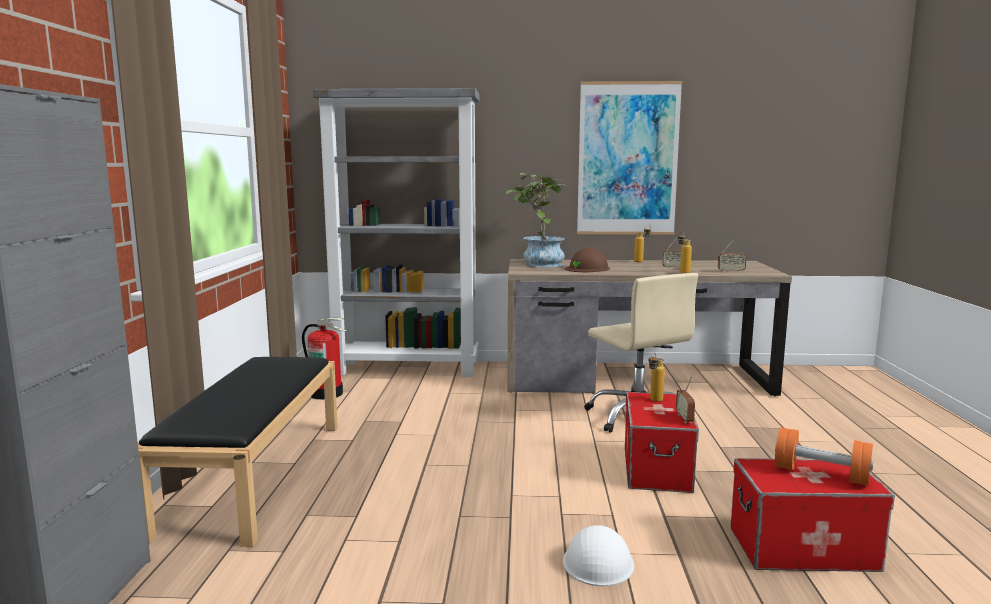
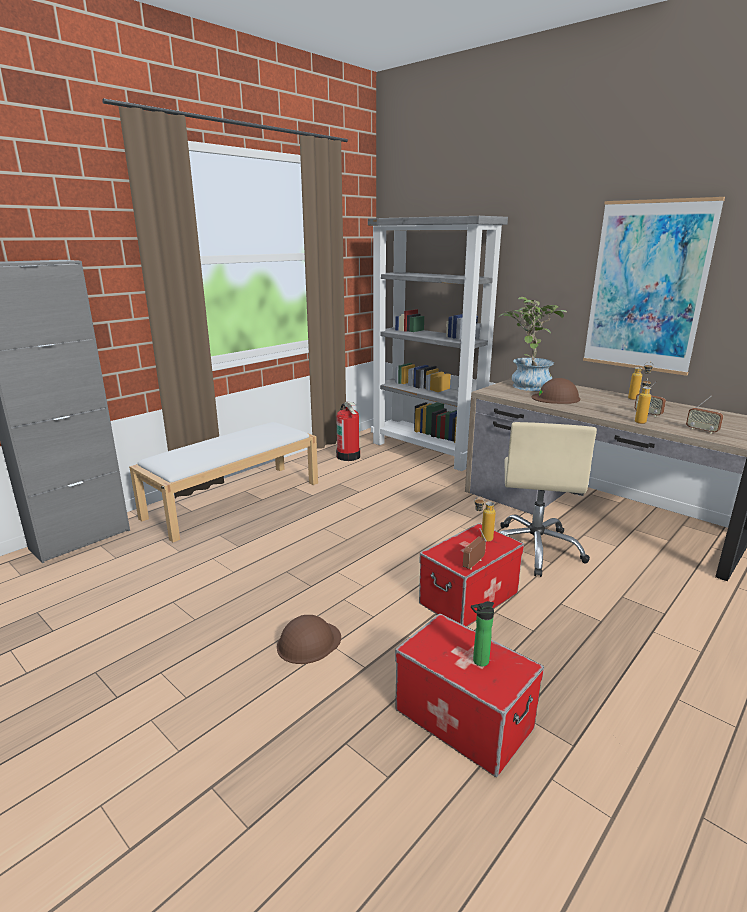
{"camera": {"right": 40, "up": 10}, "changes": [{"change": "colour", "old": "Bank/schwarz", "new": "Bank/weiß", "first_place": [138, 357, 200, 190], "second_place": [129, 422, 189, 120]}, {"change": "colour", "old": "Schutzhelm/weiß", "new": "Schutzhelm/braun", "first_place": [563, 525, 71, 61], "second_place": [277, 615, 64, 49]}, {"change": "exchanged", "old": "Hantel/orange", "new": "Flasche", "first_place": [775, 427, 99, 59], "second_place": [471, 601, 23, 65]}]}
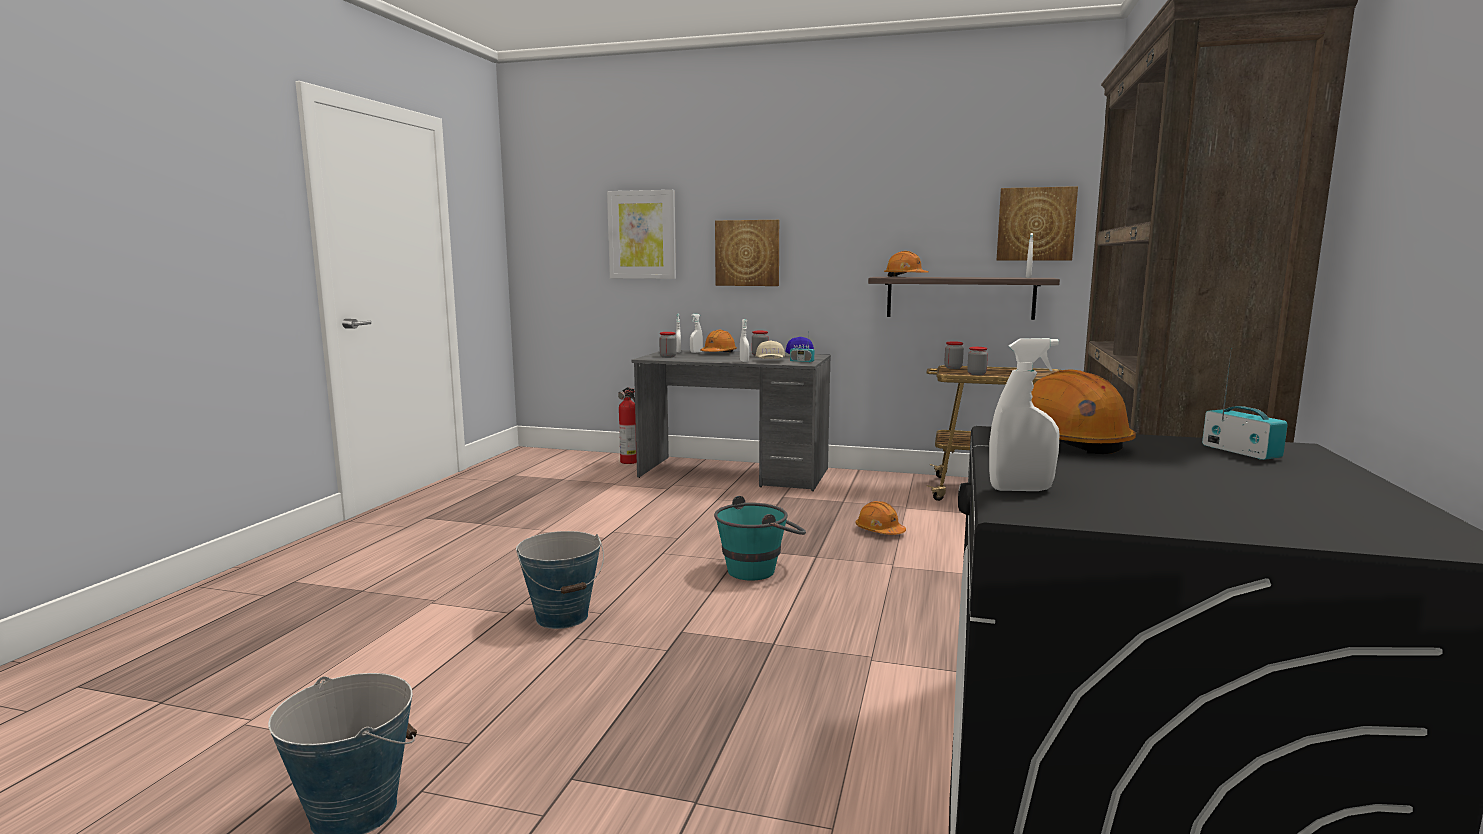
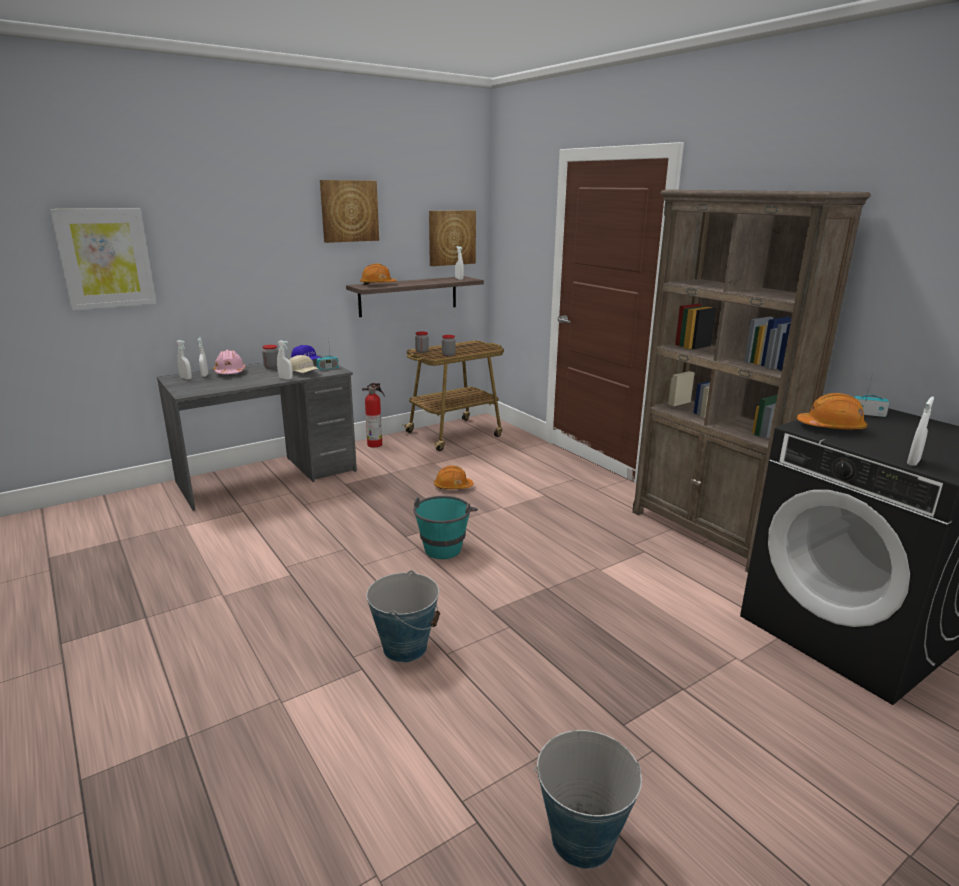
{"camera": {"right": -50, "up": 10}, "changes": [{"change": "relocated", "old": "Feuerlöscher", "first_place": [618, 387, 19, 77], "second_place": [362, 383, 23, 65]}, {"change": "missing", "old": "Vorratsglas", "first_place": [659, 332, 18, 26]}, {"change": "colour", "old": "Schutzhelm/orange", "new": "Schutzhelm/rosa", "first_place": [700, 330, 37, 23], "second_place": [213, 350, 32, 24]}, {"change": "relocated", "old": "Bild", "first_place": [715, 220, 64, 66], "second_place": [320, 180, 59, 63]}]}
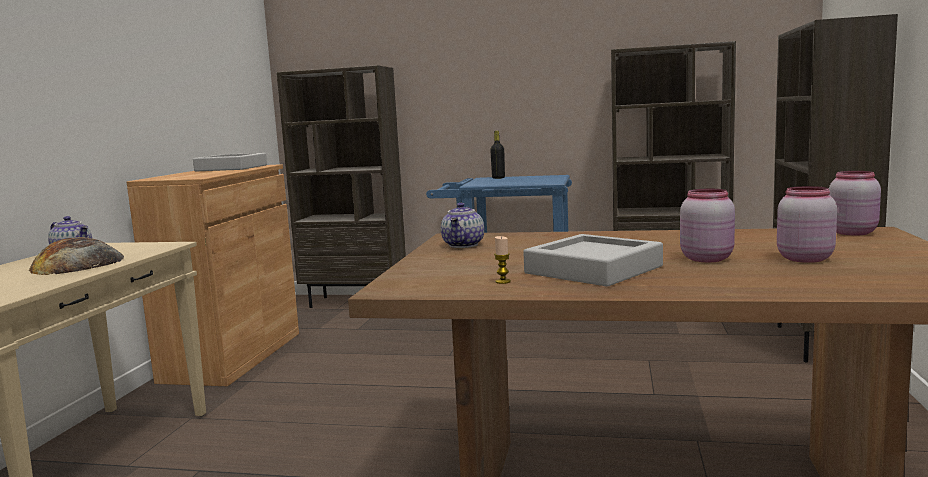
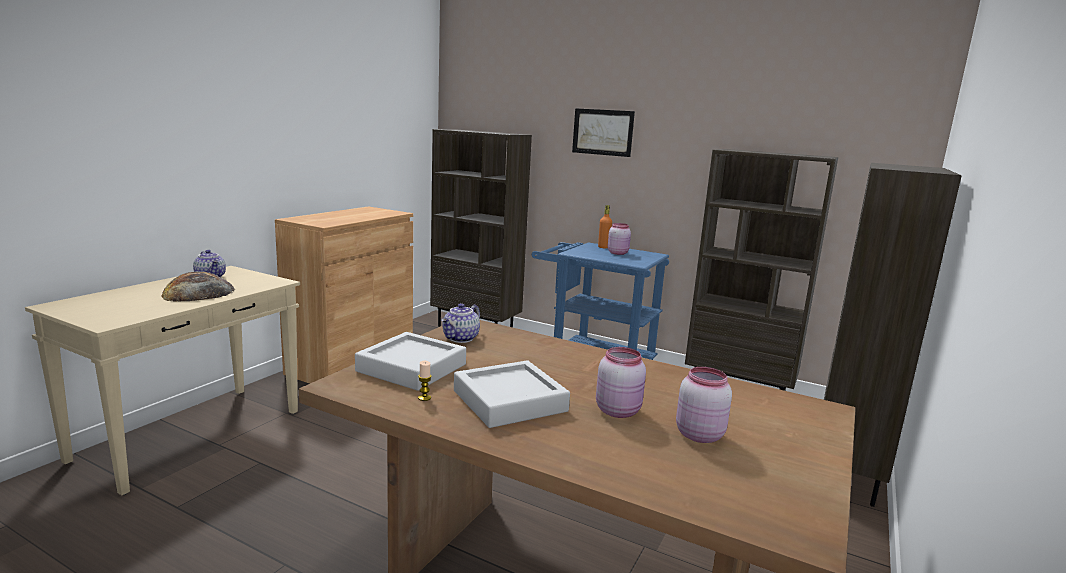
{"camera": {"right": 15, "up": 5}, "changes": [{"change": "relocated", "old": "Tablett/grau", "first_place": [193, 153, 74, 18], "second_place": [355, 332, 111, 59]}, {"change": "colour", "old": "Flasche/schwarz", "new": "Flasche/orange", "first_place": [490, 131, 15, 48], "second_place": [598, 205, 14, 43]}, {"change": "relocated", "old": "Vorratsglas/rosa", "first_place": [829, 171, 52, 64], "second_place": [608, 223, 23, 32]}, {"change": "appeared", "new": "Bild", "second_place": [572, 108, 63, 49]}]}
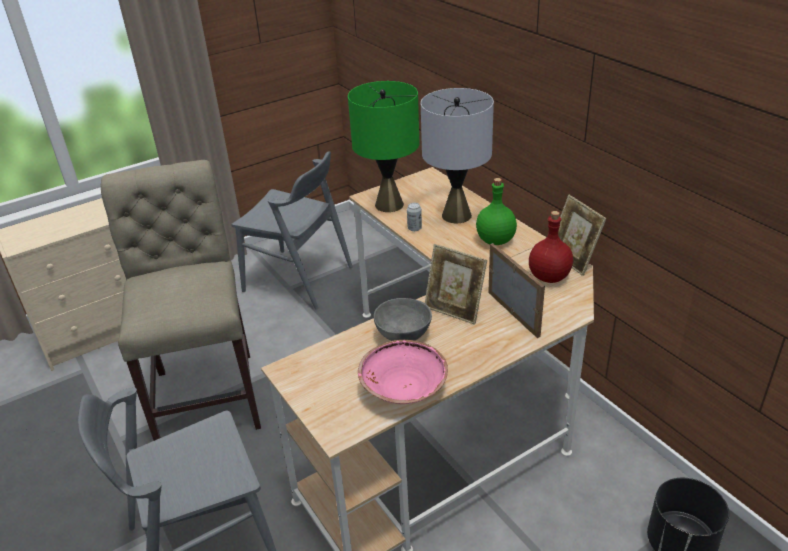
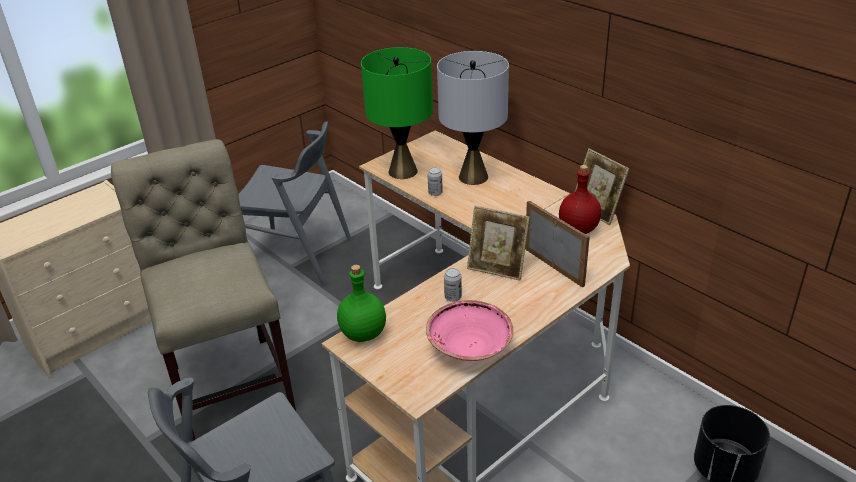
{"camera": {"right": -10, "up": 0}, "changes": [{"change": "exchanged", "old": "Schüssel/grau", "new": "Dose", "first_place": [374, 298, 58, 43], "second_place": [444, 268, 18, 34]}, {"change": "relocated", "old": "Flasche/grün", "first_place": [476, 178, 41, 67], "second_place": [337, 265, 49, 77]}]}
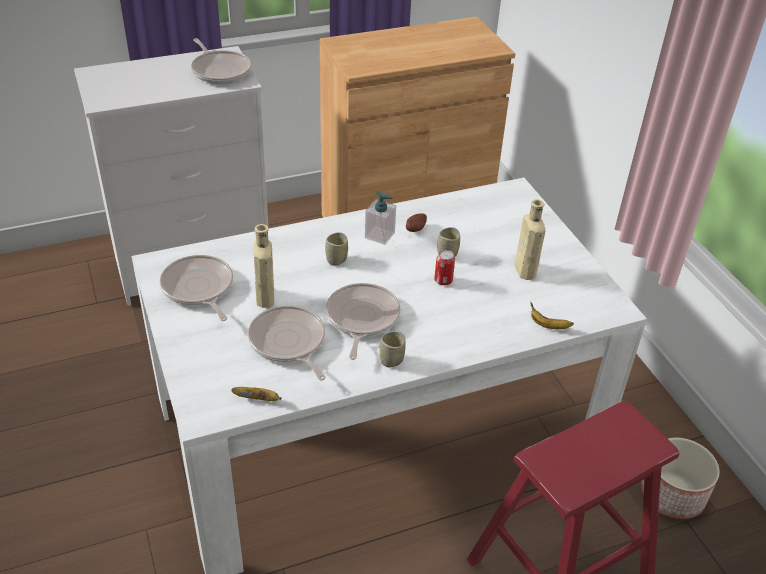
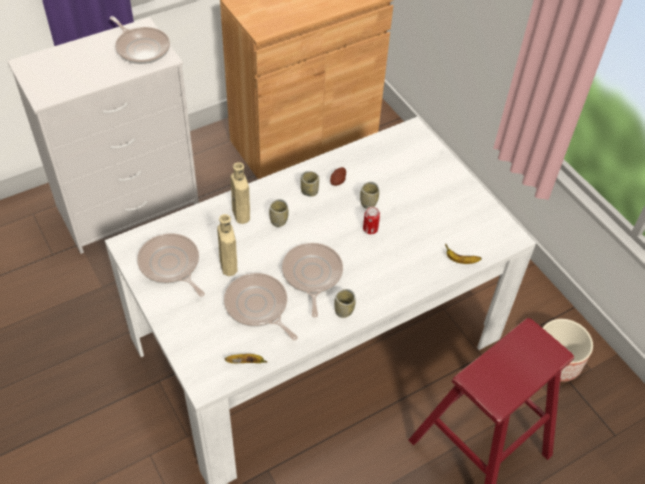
{"camera": {"right": -10, "up": 10}, "changes": [{"change": "exchanged", "old": "Seifenspender", "new": "Tasse", "first_place": [365, 192, 31, 53], "second_place": [301, 171, 18, 25]}, {"change": "relocated", "old": "Flasche/beige", "first_place": [515, 199, 30, 81], "second_place": [230, 162, 20, 62]}]}
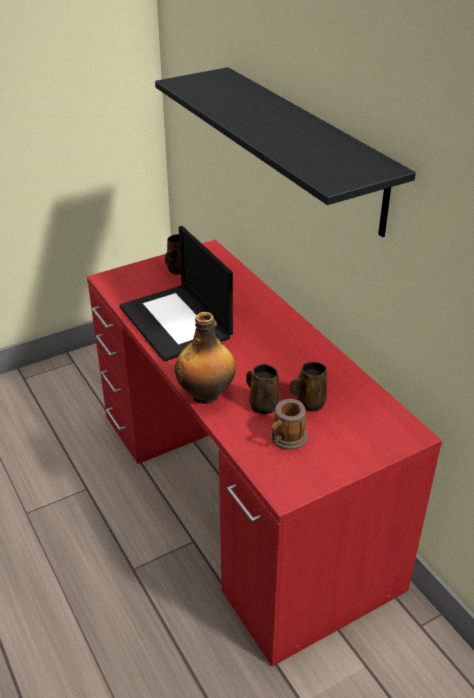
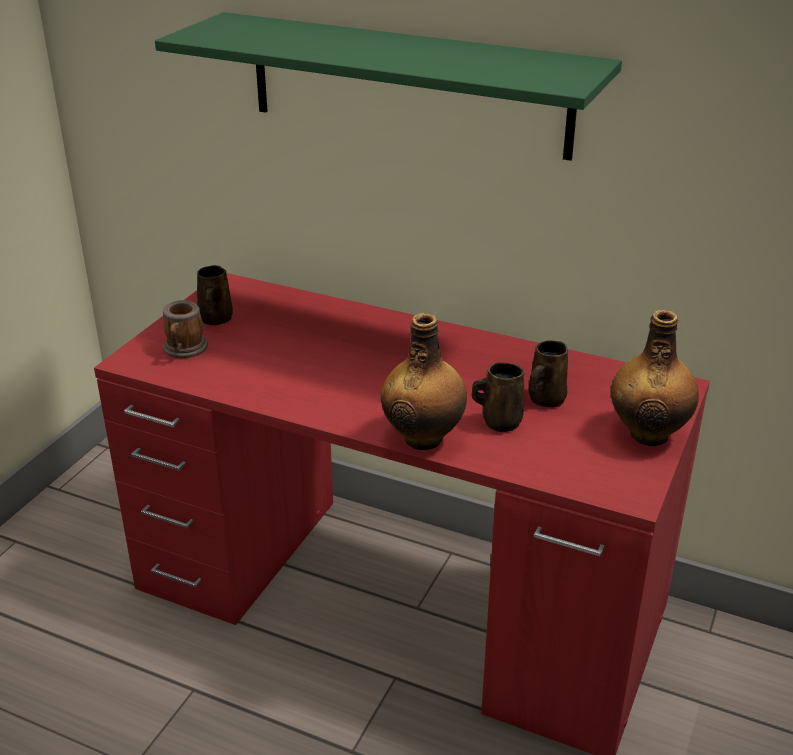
{"camera": {"right": -35, "up": -5}, "changes": [{"change": "missing", "old": "Laptop", "first_place": [120, 226, 113, 136]}, {"change": "colour", "old": "Wandregal/schwarz", "new": "Wandregal/grün", "first_place": [155, 67, 261, 170], "second_place": [155, 12, 467, 149]}, {"change": "relocated", "old": "Henkelbecher", "first_place": [270, 399, 38, 51], "second_place": [163, 300, 45, 58]}, {"change": "appeared", "new": "Flasche", "second_place": [611, 310, 88, 136]}]}
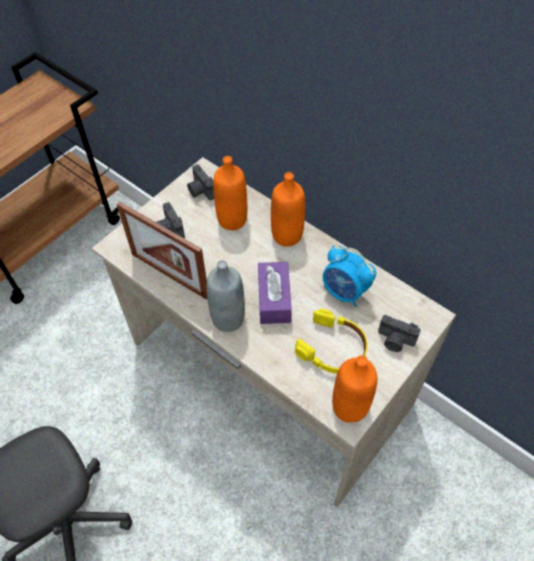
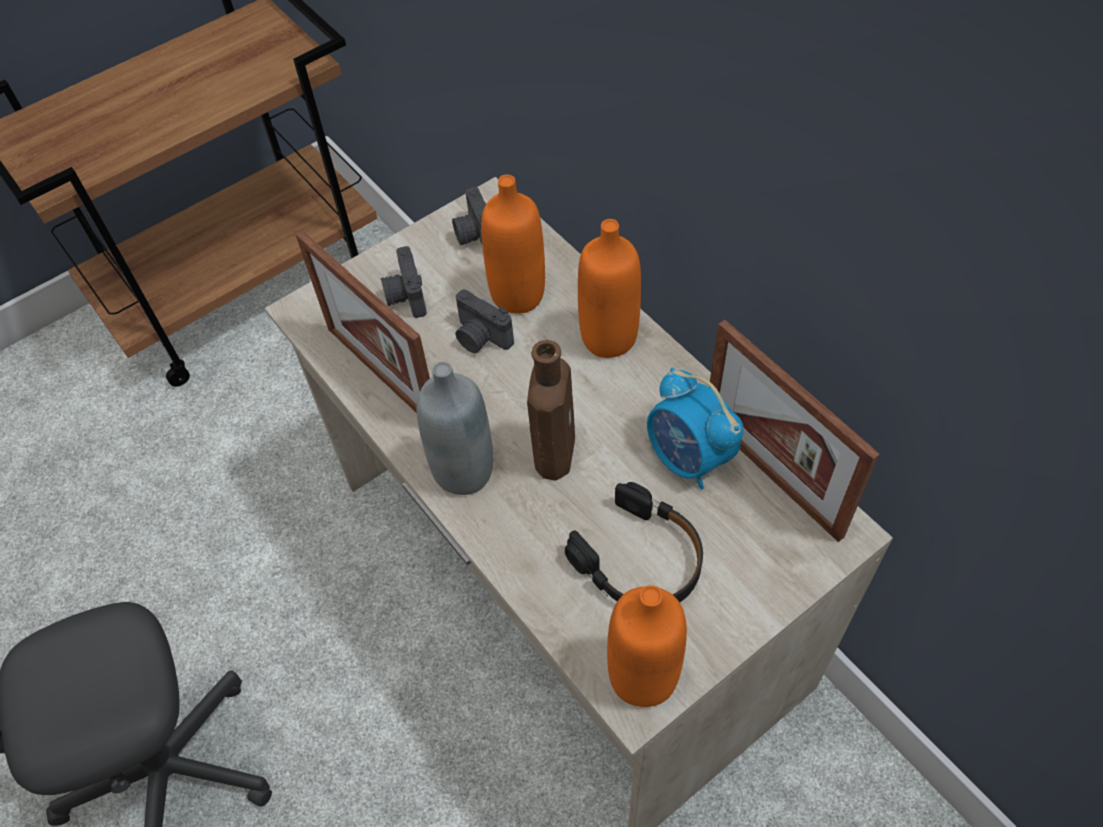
{"camera": {"right": 15, "up": 0}, "changes": [{"change": "exchanged", "old": "Taschentuchbox/lila", "new": "Flasche/braun", "first_place": [258, 262, 34, 62], "second_place": [527, 340, 48, 140]}, {"change": "colour", "old": "Kopfhörer/gelb", "new": "Kopfhörer/schwarz", "first_place": [295, 309, 73, 65], "second_place": [565, 482, 138, 120]}, {"change": "relocated", "old": "Kamera", "first_place": [378, 315, 43, 37], "second_place": [456, 289, 58, 64]}, {"change": "appeared", "new": "Bilderrahmen", "second_place": [710, 320, 170, 222]}]}
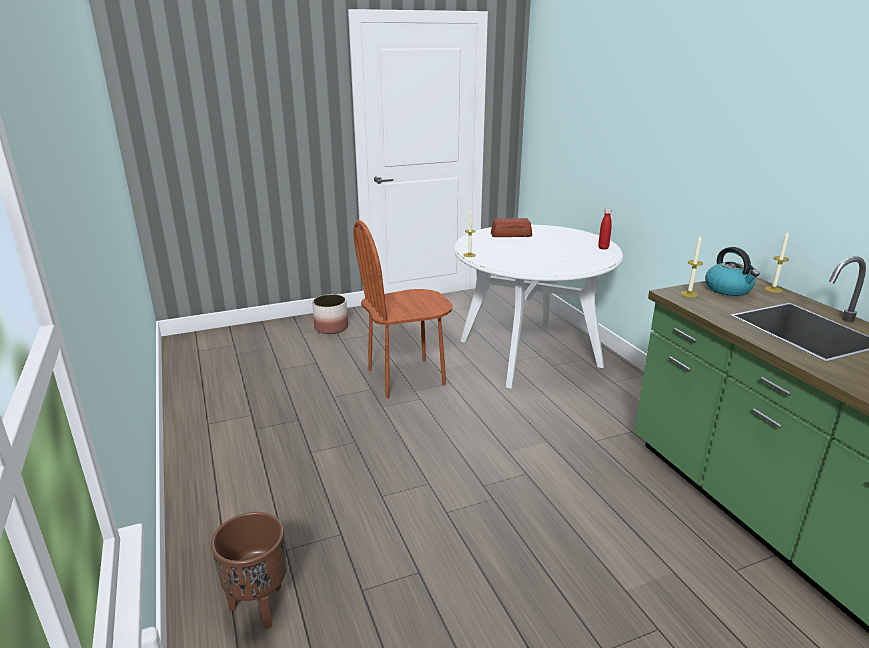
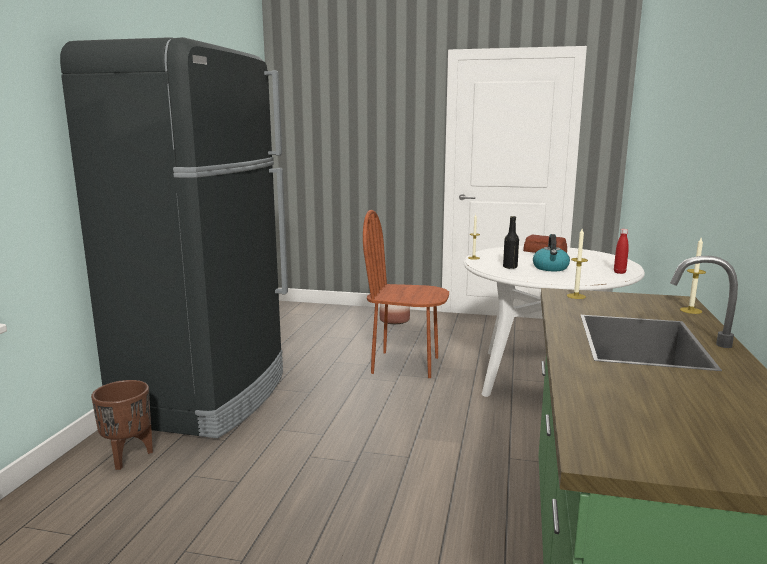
{"camera": {"right": 35, "up": -10}, "changes": [{"change": "relocated", "old": "Wasserkessel", "first_place": [705, 247, 54, 49], "second_place": [533, 234, 37, 37]}, {"change": "appeared", "new": "Kühlschrank/schwarz", "second_place": [60, 37, 228, 402]}, {"change": "appeared", "new": "Flasche/schwarz", "second_place": [503, 216, 16, 53]}]}
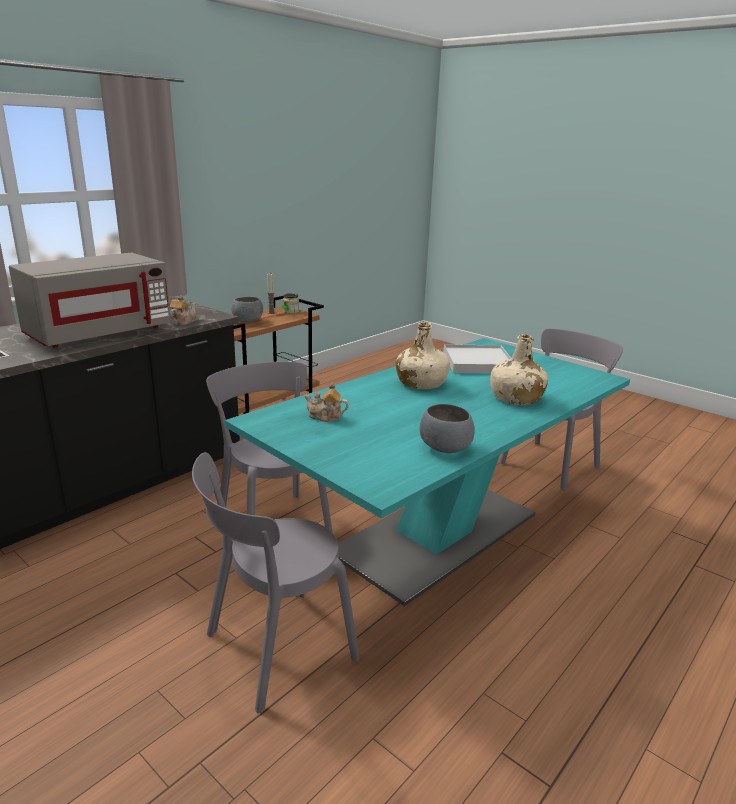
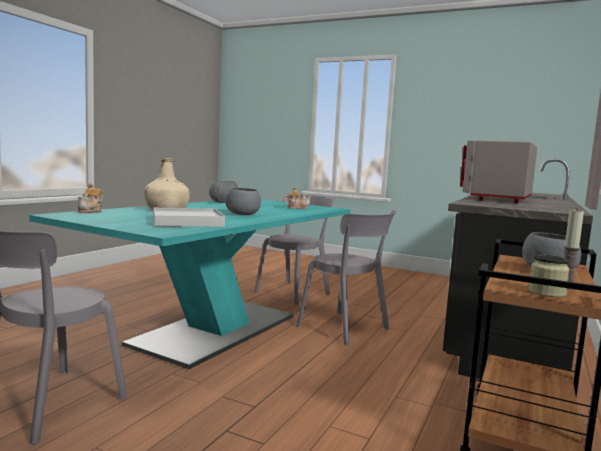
{"camera": {"right": 165, "up": -15}, "changes": [{"change": "relocated", "old": "Teekanne", "first_place": [170, 295, 26, 30], "second_place": [78, 183, 25, 30]}, {"change": "exchanged", "old": "Flasche/beige", "new": "Schüssel/grau", "first_place": [396, 322, 54, 67], "second_place": [225, 188, 36, 27]}]}
